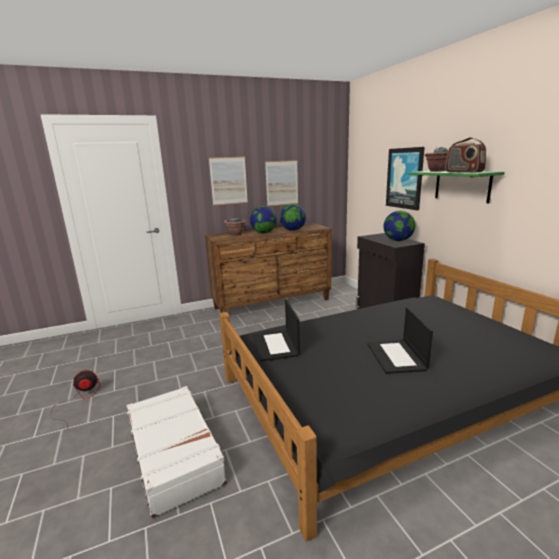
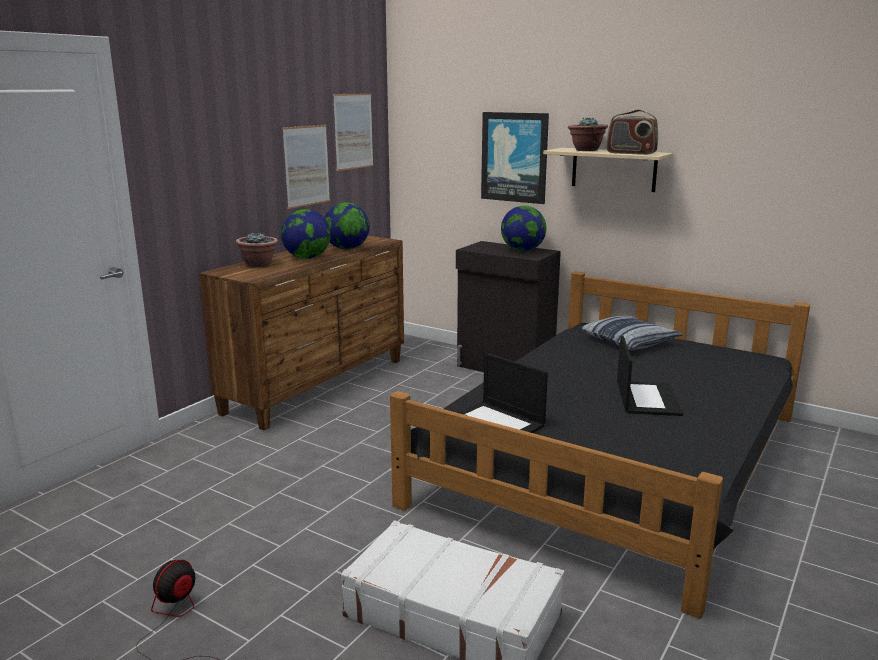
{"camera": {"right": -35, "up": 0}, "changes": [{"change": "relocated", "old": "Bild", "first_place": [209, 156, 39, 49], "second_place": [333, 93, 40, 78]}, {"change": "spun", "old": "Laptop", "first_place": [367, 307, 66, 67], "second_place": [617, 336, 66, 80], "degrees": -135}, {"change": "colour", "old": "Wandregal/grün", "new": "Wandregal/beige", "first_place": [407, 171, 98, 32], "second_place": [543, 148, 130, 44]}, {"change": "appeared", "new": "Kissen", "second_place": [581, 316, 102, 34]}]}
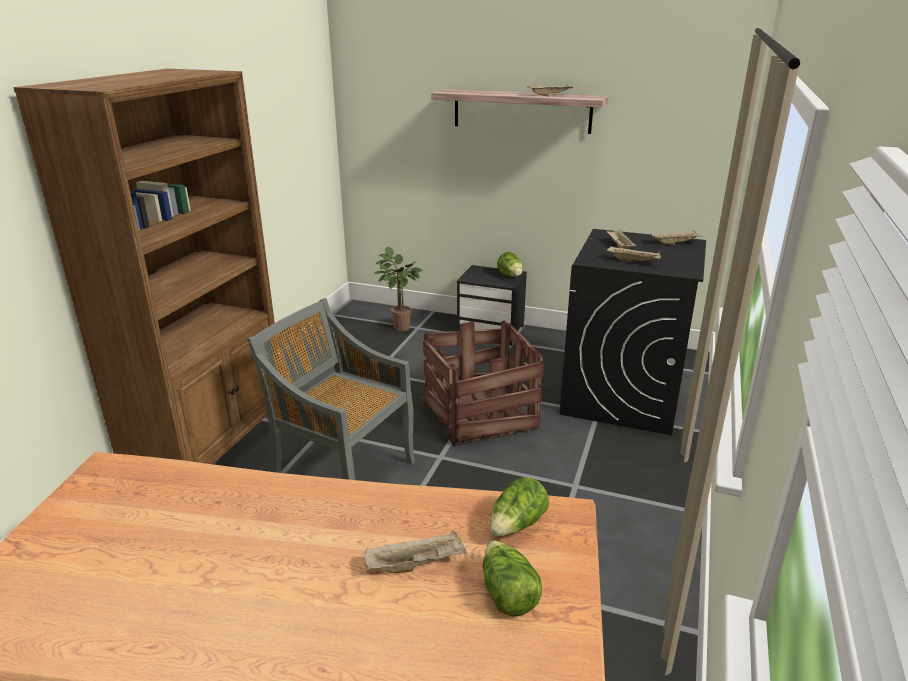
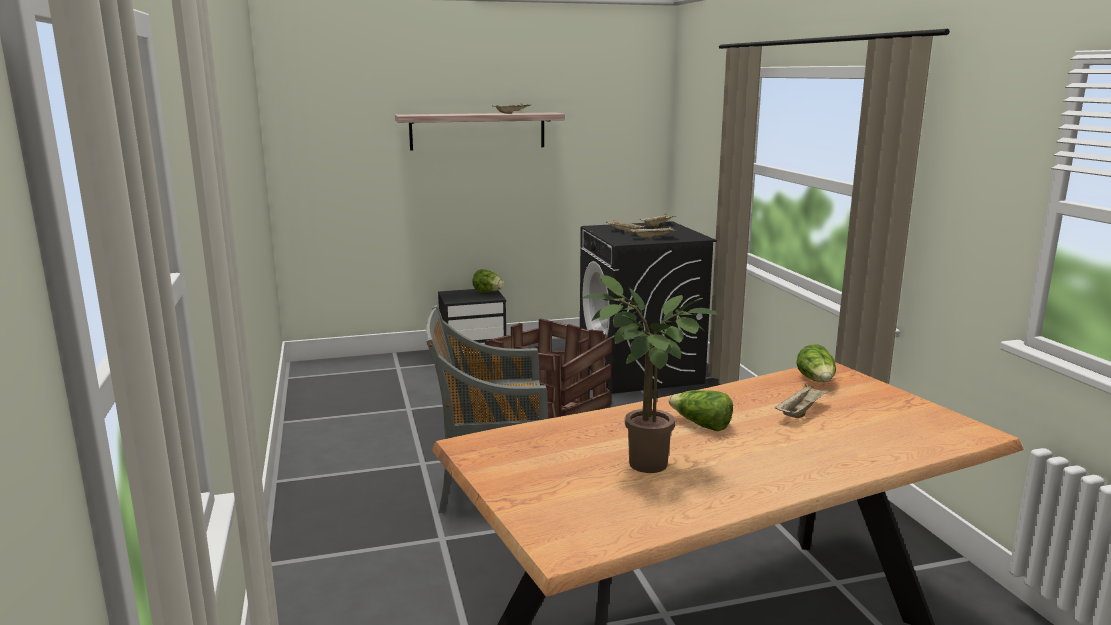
{"camera": {"right": -35, "up": -10}, "changes": [{"change": "missing", "old": "Bücherregal/braun", "first_place": [13, 69, 262, 395]}, {"change": "relocated", "old": "Topfpflanze", "first_place": [374, 247, 49, 84], "second_place": [582, 275, 136, 198]}, {"change": "relocated", "old": "Salatkopf", "first_place": [483, 540, 59, 77], "second_place": [668, 390, 65, 41]}]}
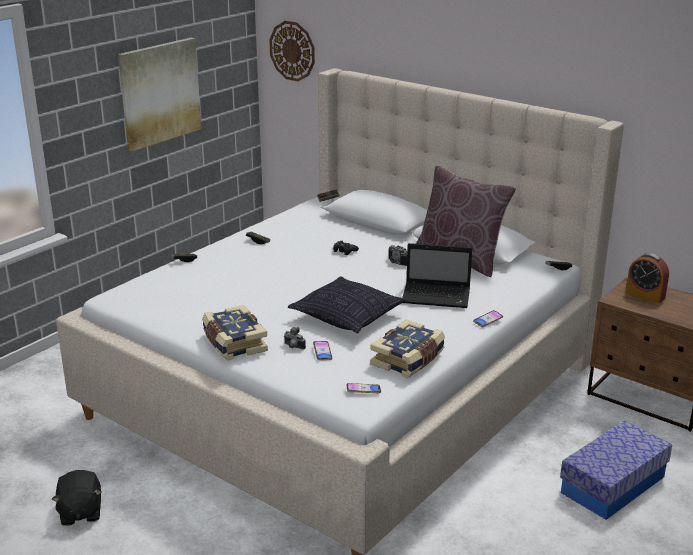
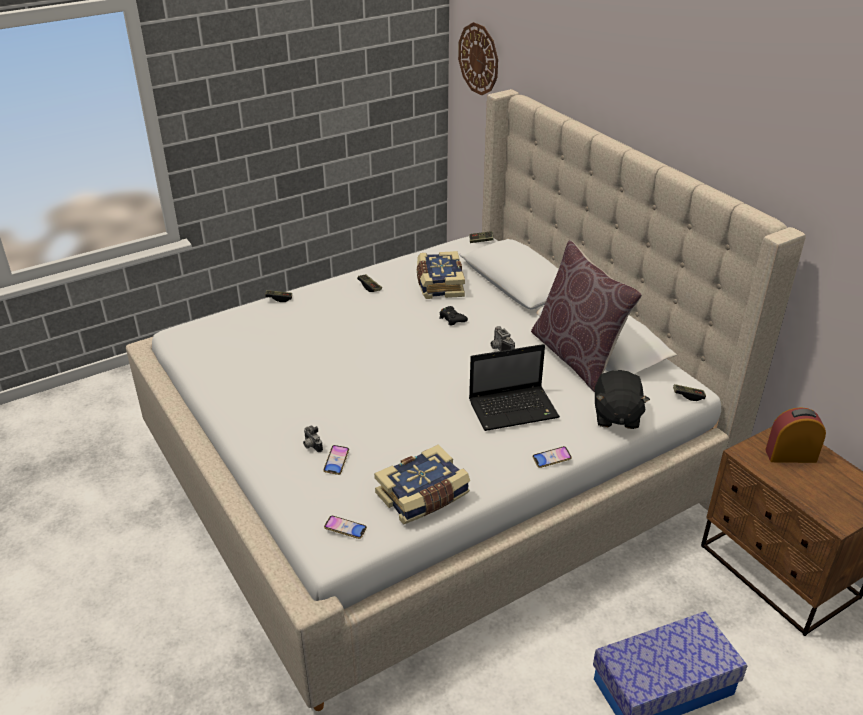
{"camera": {"right": 20, "up": 10}, "changes": [{"change": "relocated", "old": "Plüschtier/schwarz", "first_place": [51, 470, 51, 56], "second_place": [595, 370, 55, 59]}, {"change": "missing", "old": "Bild", "first_place": [118, 38, 84, 113]}, {"change": "relocated", "old": "Buch", "first_place": [202, 305, 66, 56], "second_place": [417, 251, 48, 48]}, {"change": "missing", "old": "Kissen", "first_place": [288, 276, 118, 57]}, {"change": "spun", "old": "Laptop", "first_place": [402, 243, 70, 65], "second_place": [469, 344, 91, 87], "degrees": -45}, {"change": "spun", "old": "Wecker", "first_place": [626, 253, 43, 50], "second_place": [765, 407, 61, 56], "degrees": 120}]}
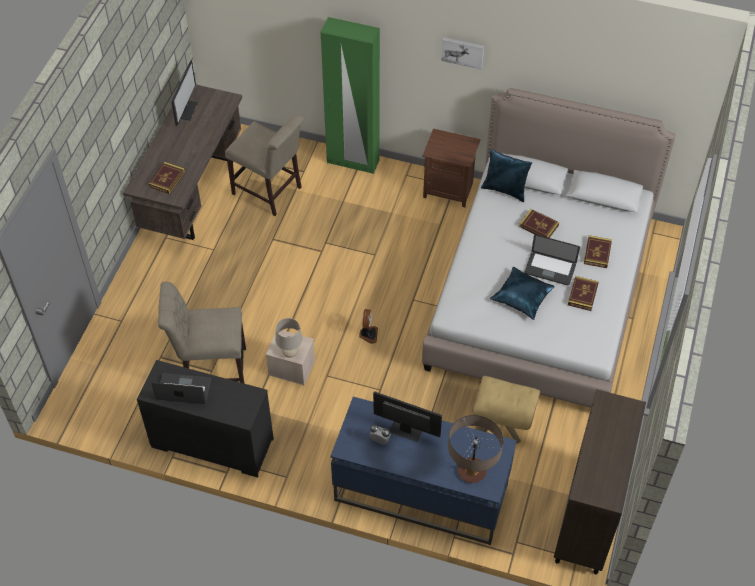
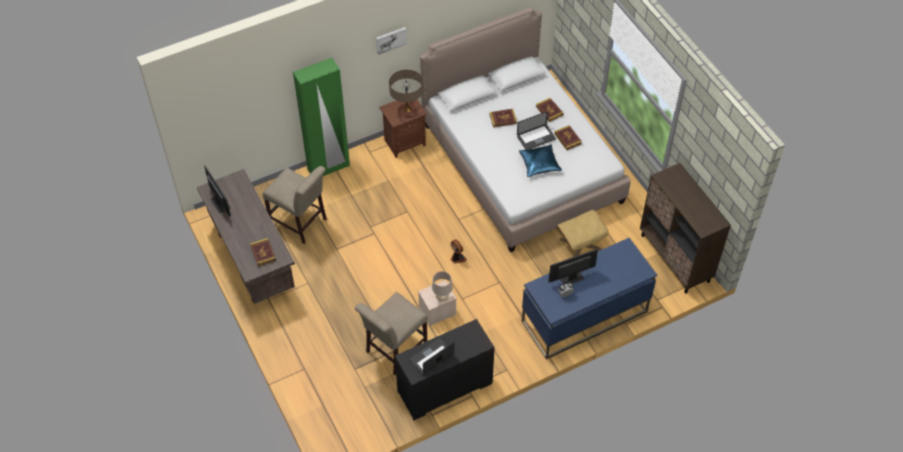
{"camera": {"right": -45, "up": 0}, "changes": [{"change": "spun", "old": "Stuhl/beige", "first_place": [225, 115, 79, 101], "second_place": [262, 166, 65, 78], "degrees": 45}, {"change": "relocated", "old": "Tischlampe", "first_place": [448, 415, 55, 68], "second_place": [389, 70, 34, 47]}, {"change": "missing", "old": "Kissen/blau", "first_place": [481, 149, 51, 53]}]}
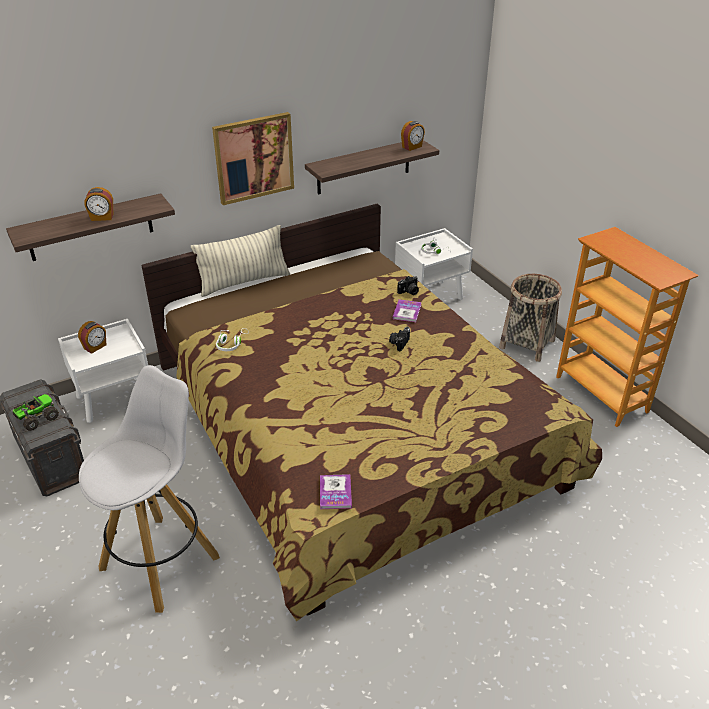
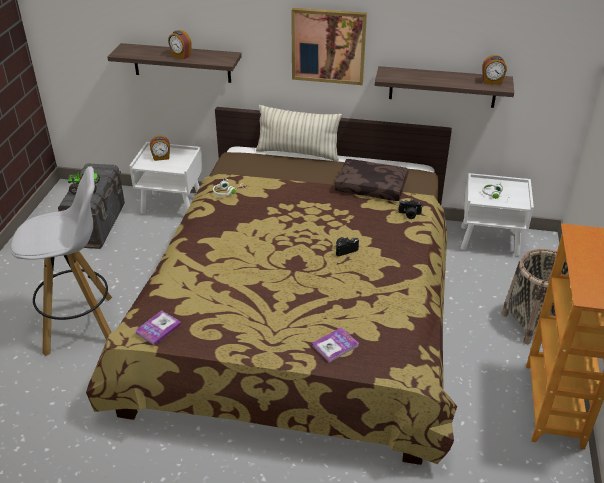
{"camera": {"right": 40, "up": 0}, "changes": [{"change": "relocated", "old": "Buch", "first_place": [393, 299, 29, 23], "second_place": [312, 327, 47, 36]}, {"change": "appeared", "new": "Kissen/braun", "second_place": [334, 159, 74, 42]}]}
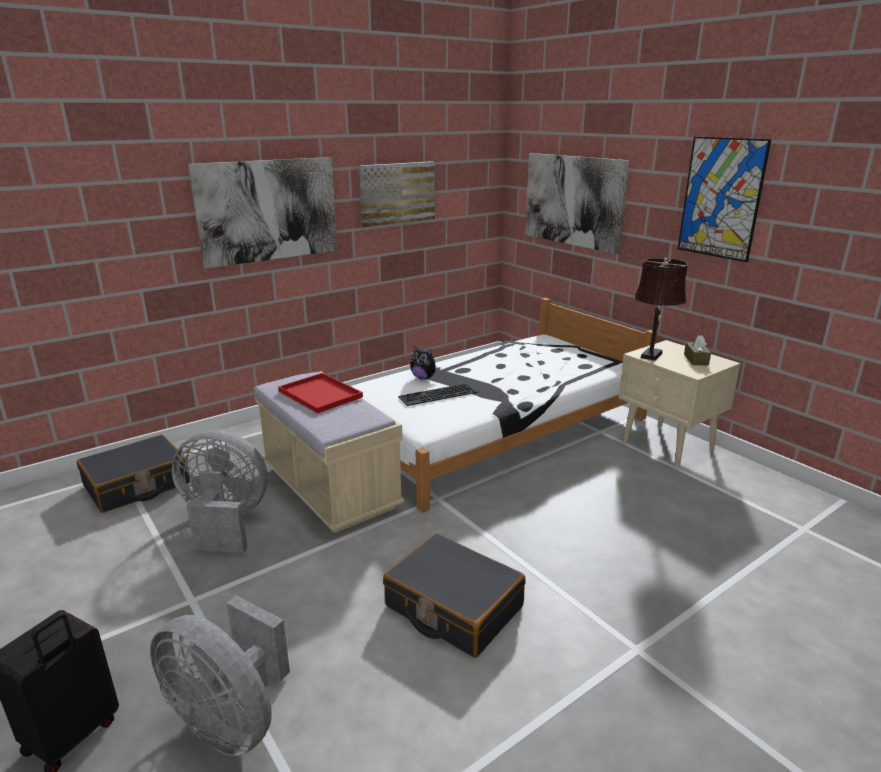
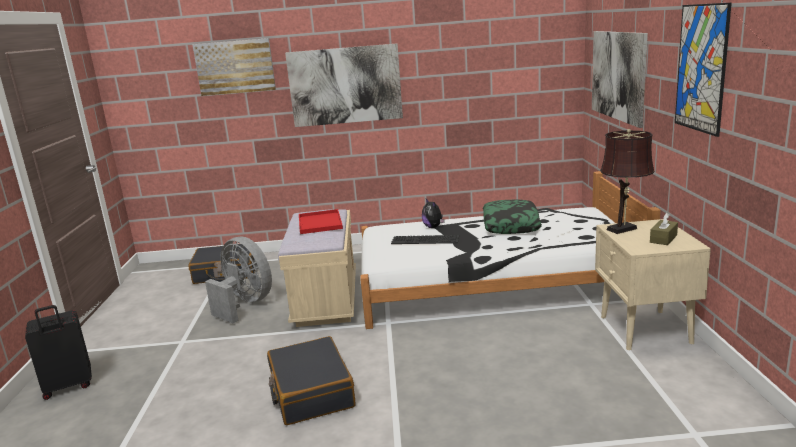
{"camera": {"right": 35, "up": -5}, "changes": [{"change": "missing", "old": "Ventilator/grau", "first_place": [150, 595, 140, 161]}, {"change": "relocated", "old": "Bild", "first_place": [359, 161, 76, 66], "second_place": [192, 38, 84, 58]}, {"change": "appeared", "new": "Kissen", "second_place": [483, 199, 59, 35]}]}
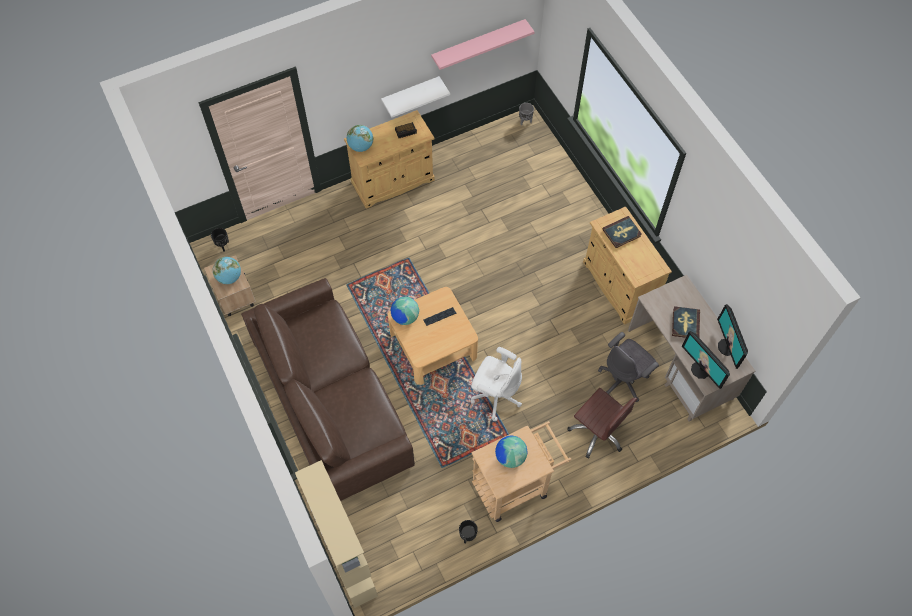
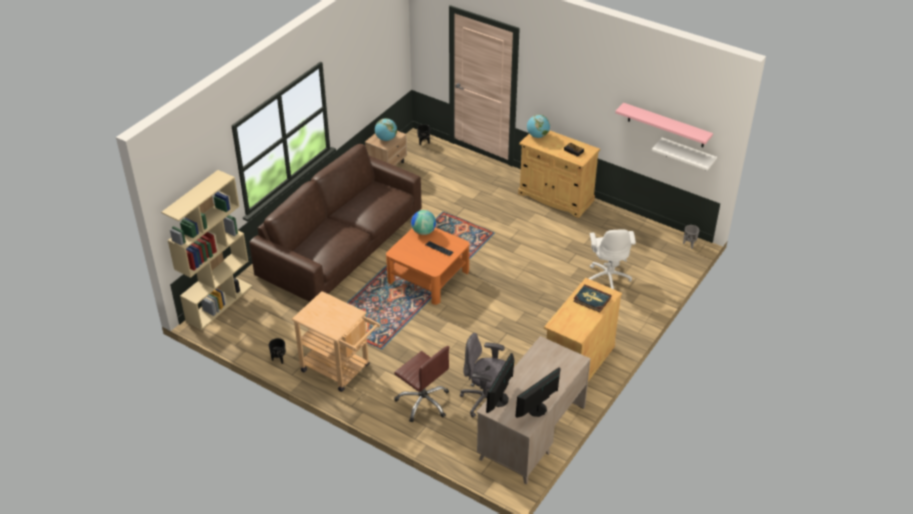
{"camera": {"right": 60, "up": -20}, "changes": [{"change": "relocated", "old": "Wandregal/weiß", "first_place": [381, 76, 69, 41], "second_place": [652, 138, 65, 33]}, {"change": "colour", "old": "Couchtisch/beige", "new": "Couchtisch/orange", "first_place": [388, 287, 90, 98], "second_place": [386, 227, 84, 78]}, {"change": "relocated", "old": "Bürostuhl/weiß", "first_place": [471, 347, 51, 74], "second_place": [588, 229, 48, 61]}, {"change": "missing", "old": "Globus", "first_place": [495, 436, 32, 32]}, {"change": "spun", "old": "Bürostuhl/braun", "first_place": [568, 388, 69, 70], "second_place": [394, 346, 55, 77], "degrees": -60}, {"change": "missing", "old": "Buch", "first_place": [672, 306, 28, 32]}]}
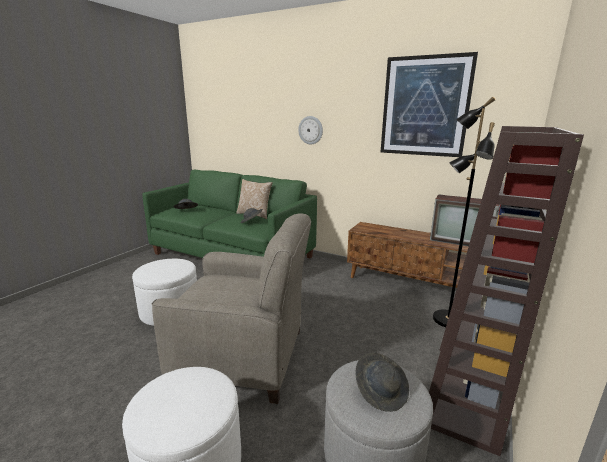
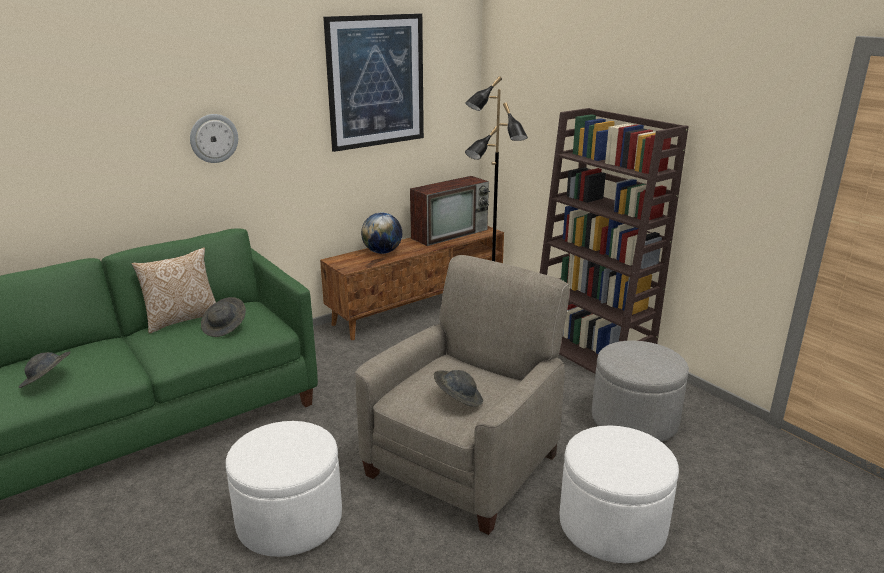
{"camera": {"right": -65, "up": 5}, "changes": [{"change": "relocated", "old": "Hut/grau", "first_place": [355, 352, 54, 60], "second_place": [434, 370, 49, 37]}, {"change": "appeared", "new": "Globus", "second_place": [361, 213, 41, 41]}]}
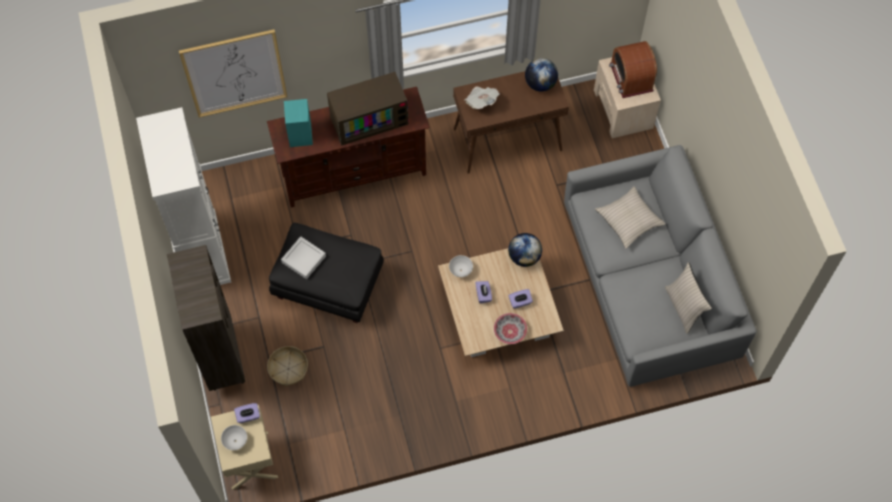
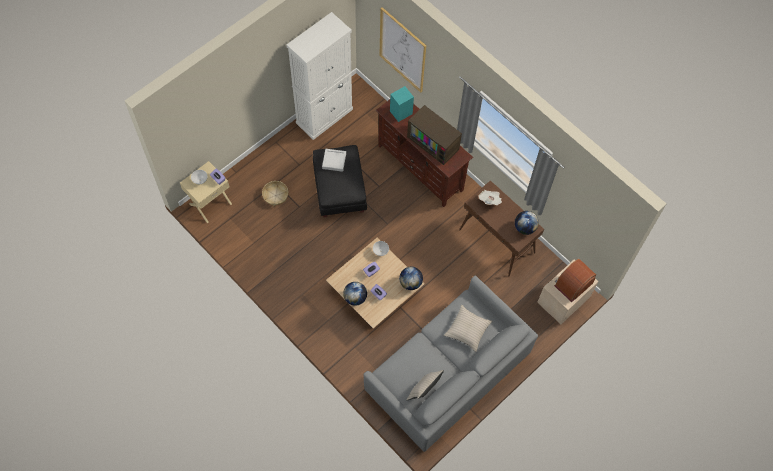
{"camera": {"right": 60, "up": 0}, "changes": [{"change": "missing", "old": "Bücherregal/braun", "first_place": [167, 245, 78, 146]}, {"change": "exchanged", "old": "Schüssel", "new": "Globus", "first_place": [494, 313, 33, 31], "second_place": [343, 282, 24, 24]}]}
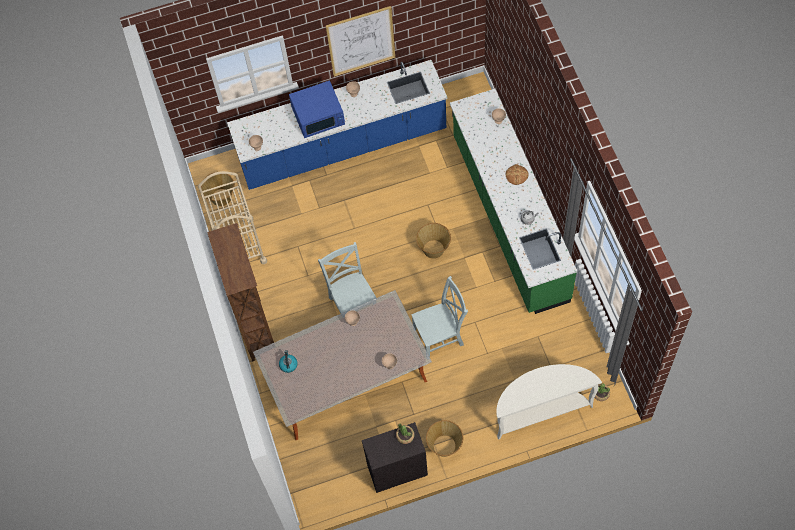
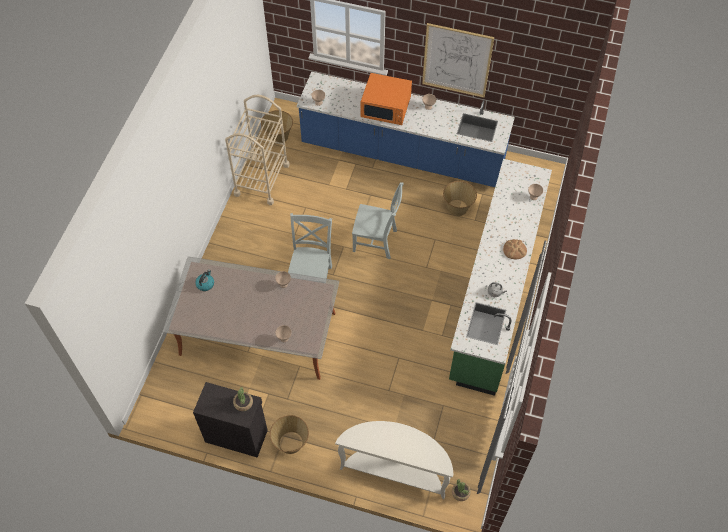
{"camera": {"right": 30, "up": -5}, "changes": [{"change": "missing", "old": "Bücherregal/braun", "first_place": [207, 223, 67, 139]}, {"change": "colour", "old": "Mikrowelle/blau", "new": "Mikrowelle/orange", "first_place": [289, 80, 56, 58], "second_place": [361, 73, 51, 52]}, {"change": "relocated", "old": "Stuhl/grau", "first_place": [411, 276, 57, 81], "second_place": [352, 182, 51, 77]}, {"change": "relocated", "old": "Korb", "first_place": [416, 223, 35, 36], "second_place": [443, 181, 34, 35]}]}
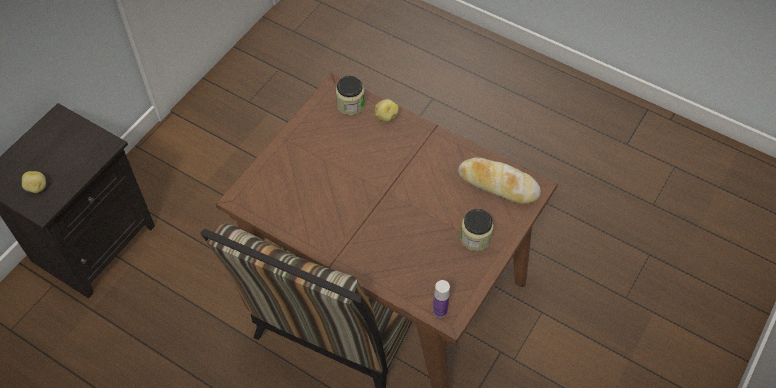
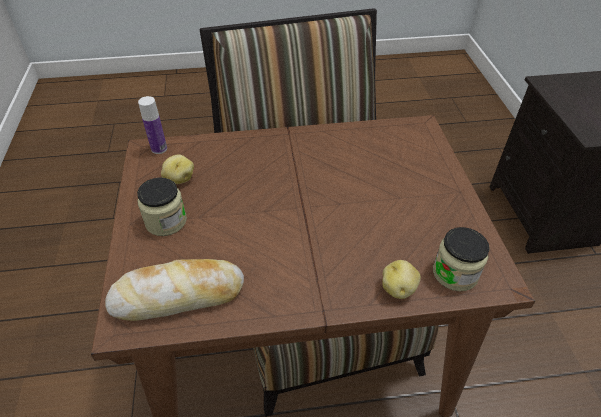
{"camera": {"right": 140, "up": -10}, "changes": [{"change": "relocated", "old": "Kartoffel", "first_place": [22, 171, 24, 22], "second_place": [161, 154, 33, 30]}]}
